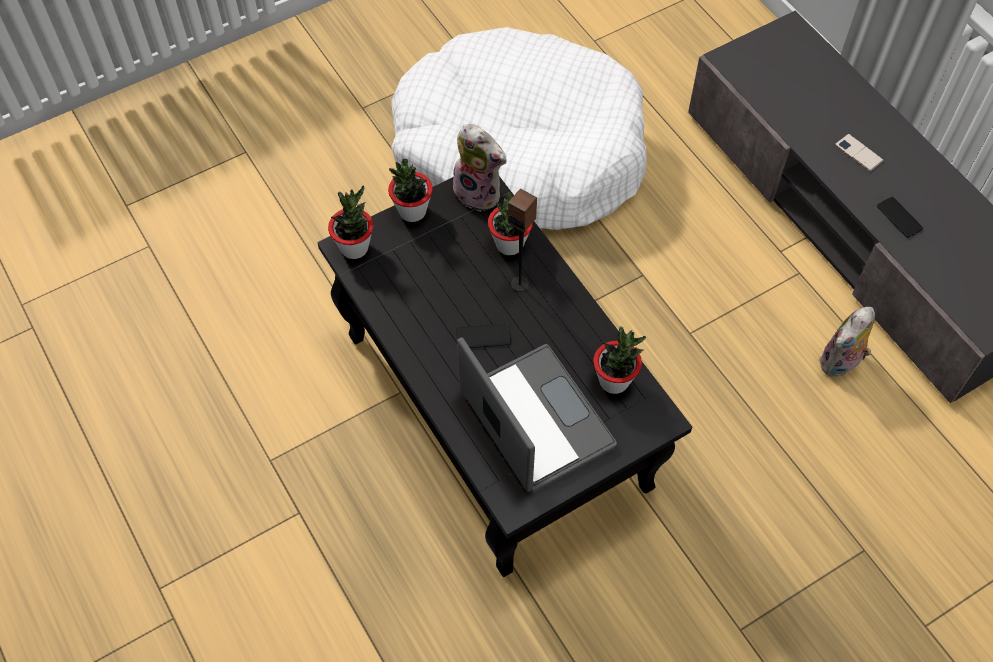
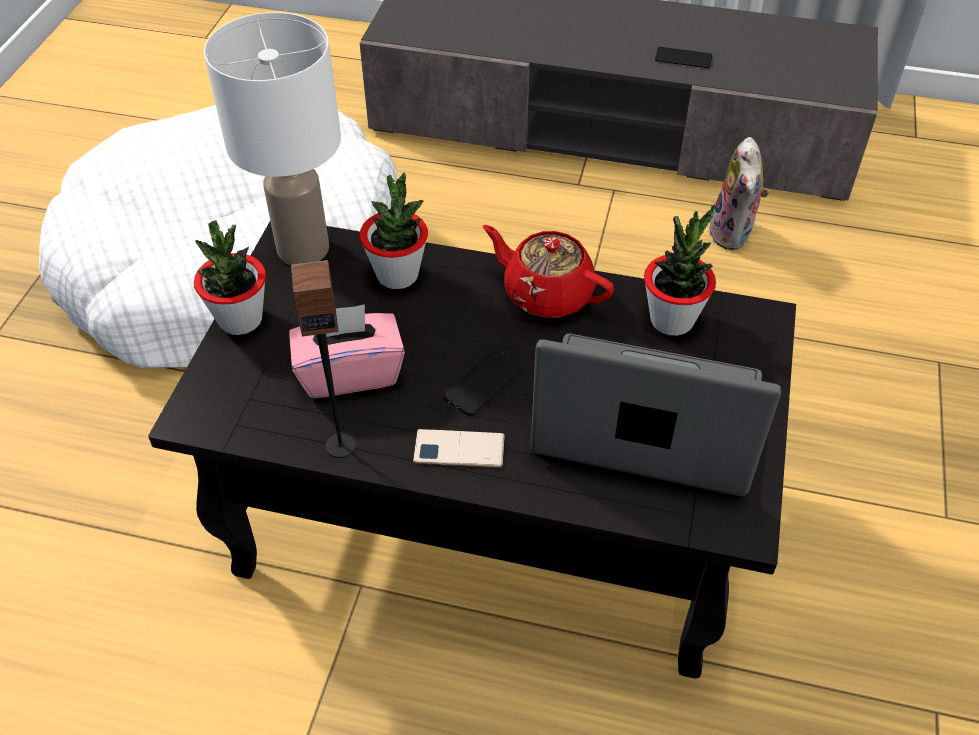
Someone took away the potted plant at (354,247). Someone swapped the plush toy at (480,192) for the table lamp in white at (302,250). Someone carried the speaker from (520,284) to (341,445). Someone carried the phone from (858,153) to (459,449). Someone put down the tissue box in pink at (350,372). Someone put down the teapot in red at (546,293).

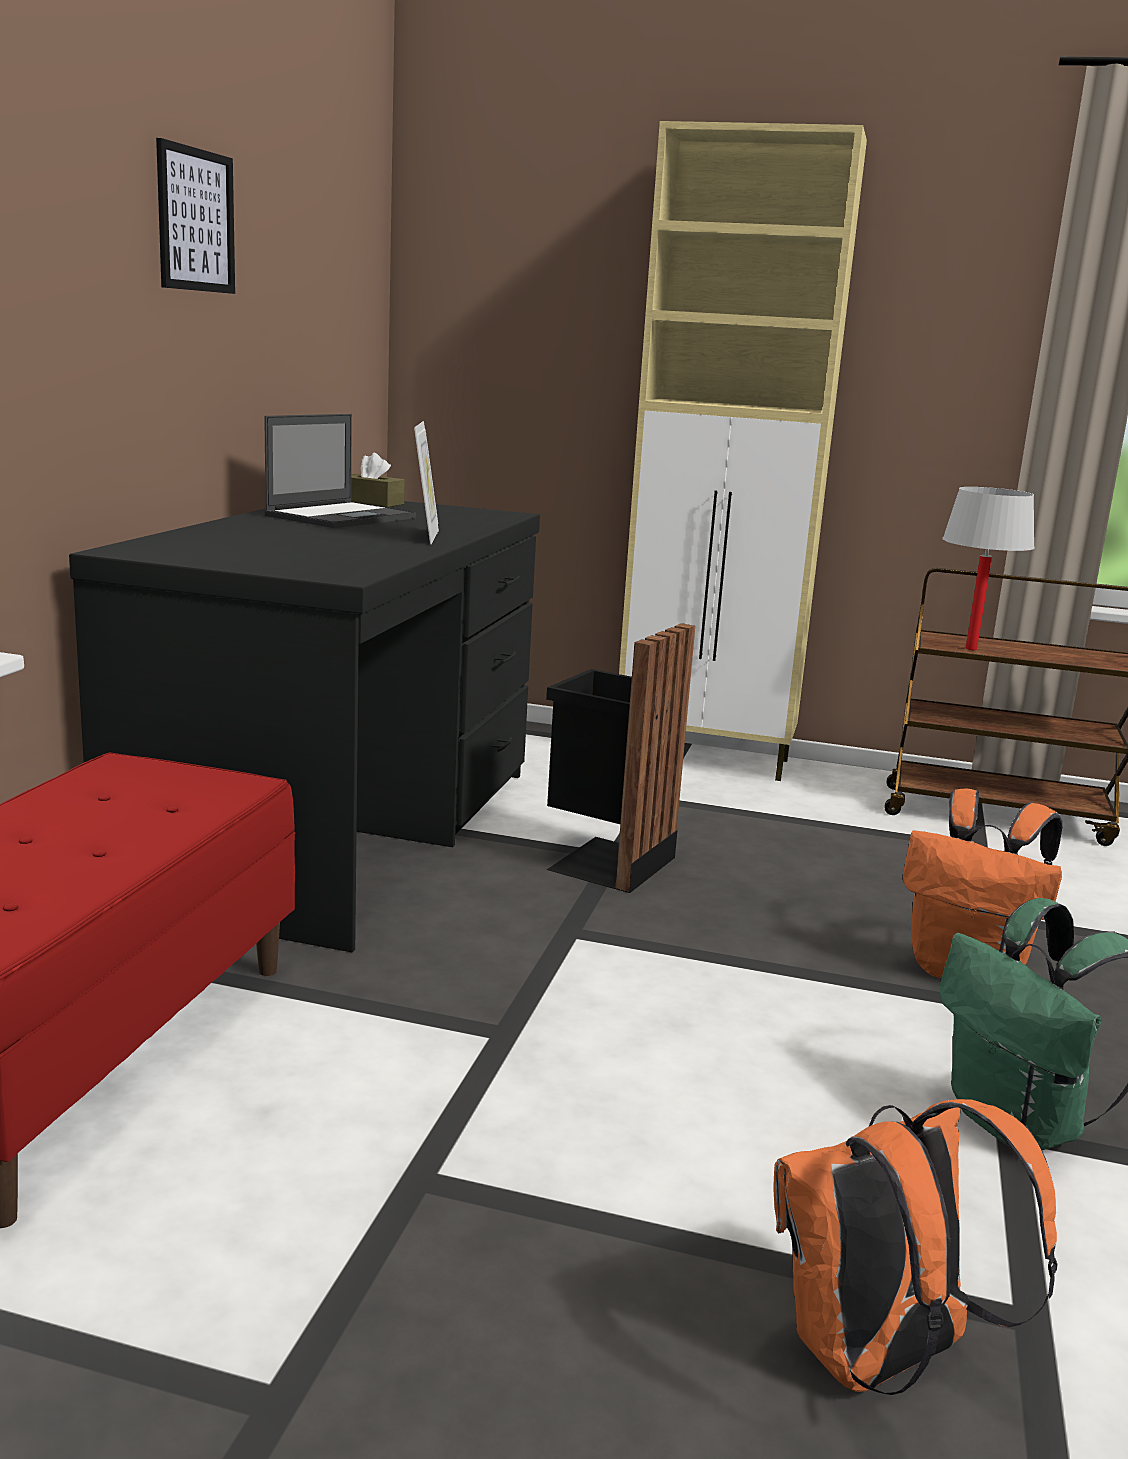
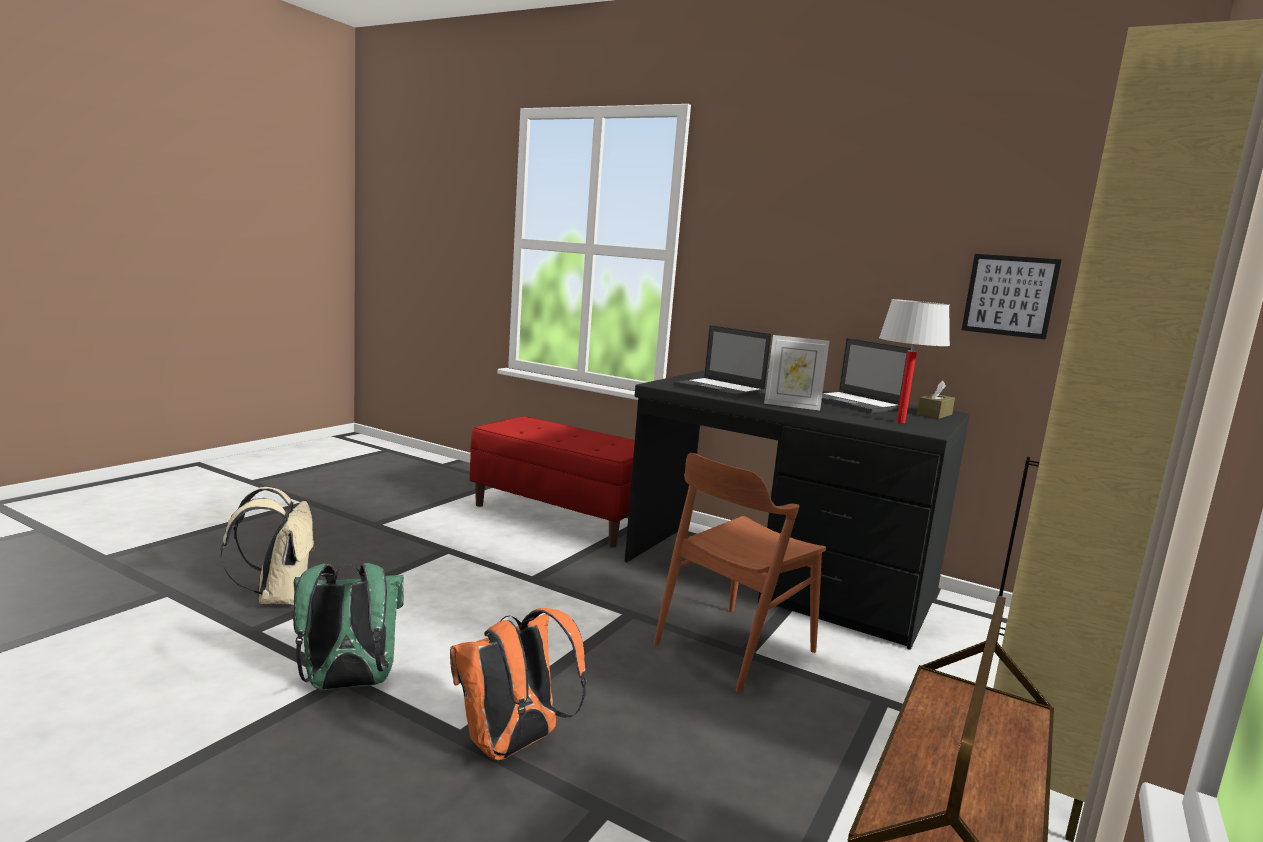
Someone carried the picture from (195,220) to (1010,296). Someone swapped the trash can in black at (605,862) for the chair in brown at (734,647). Someone repainted the backpack in orange at (878,1360), which became the backpack in beige at (278,597). Someone carried the table lamp in white from (970,649) to (900,422). Someone put down the laptop at (720,389).

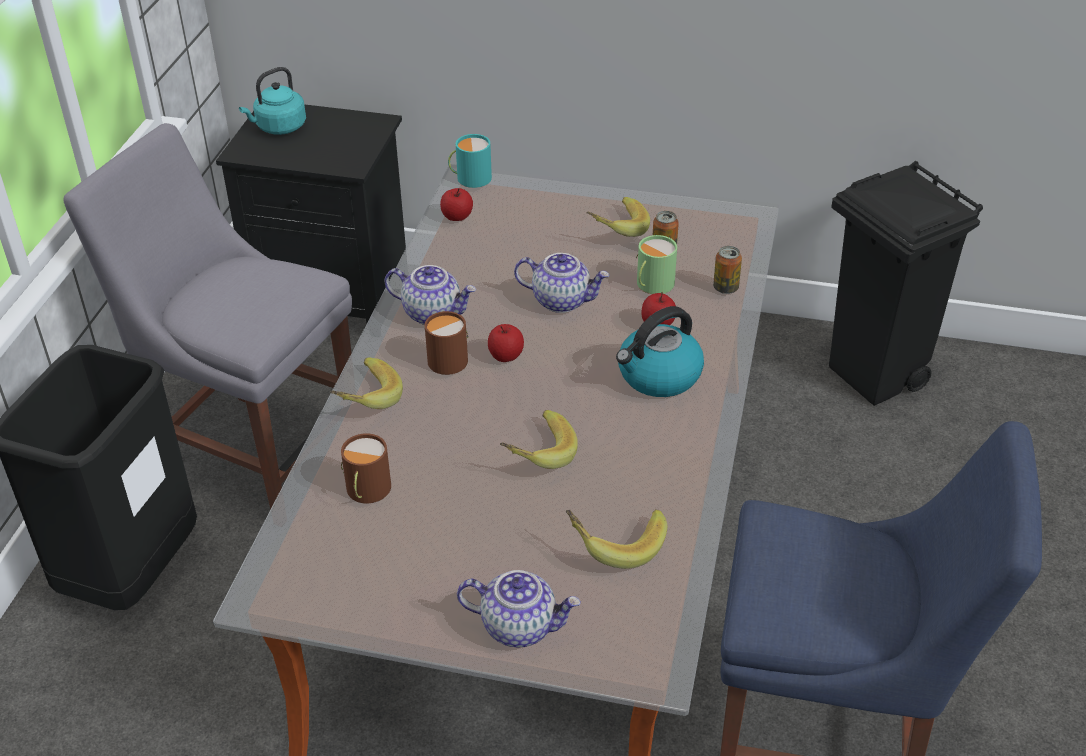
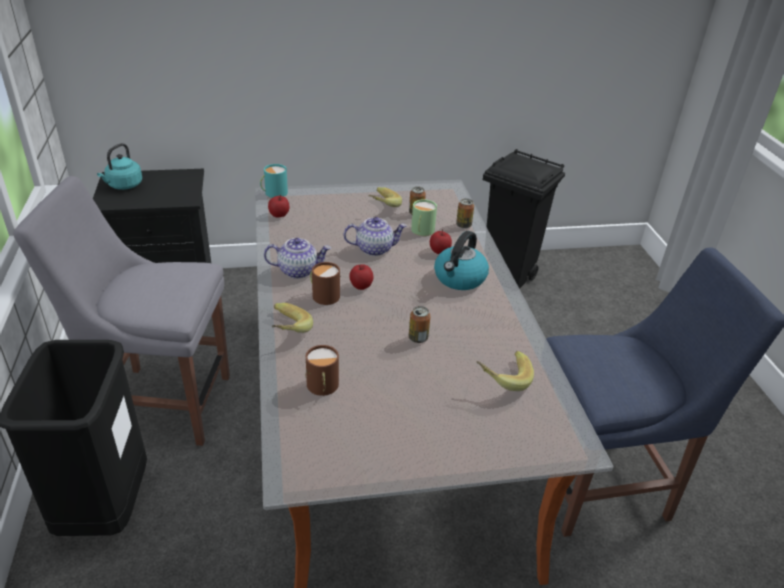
Someone took away the teapot at (520,626). Someone swapped the banana at (536,454) for the can at (418,338).

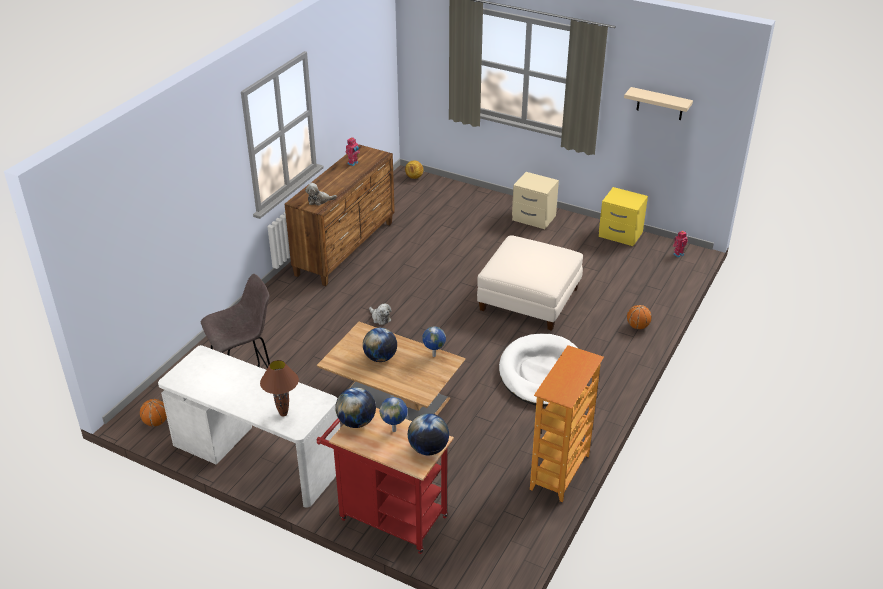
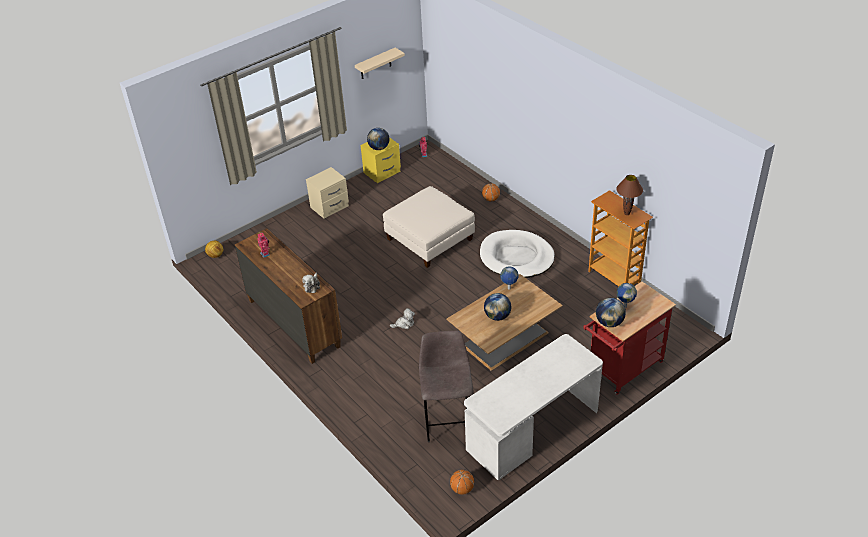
Someone carried the table lamp in brown from (283,413) to (626,213). Someone carried the globe from (428,449) to (379,148).

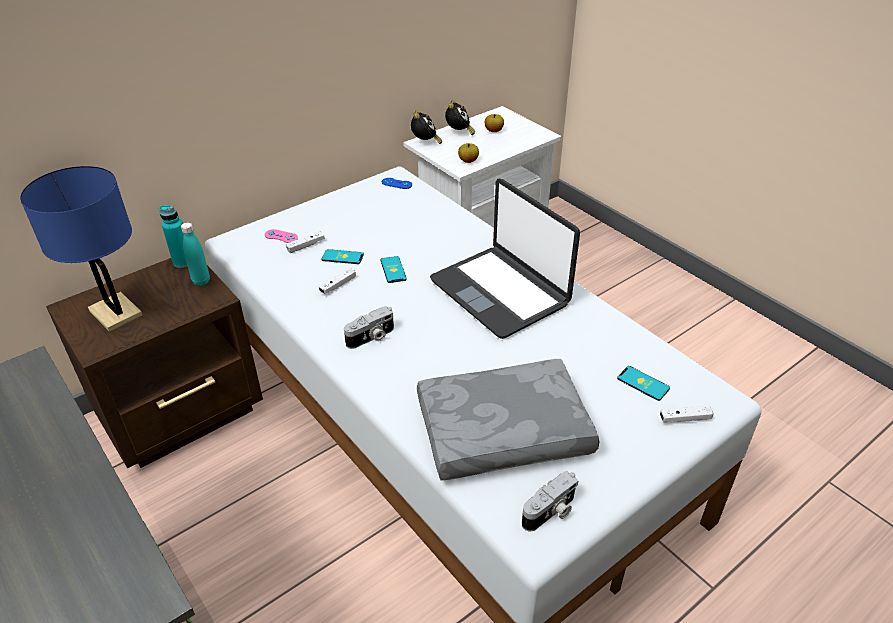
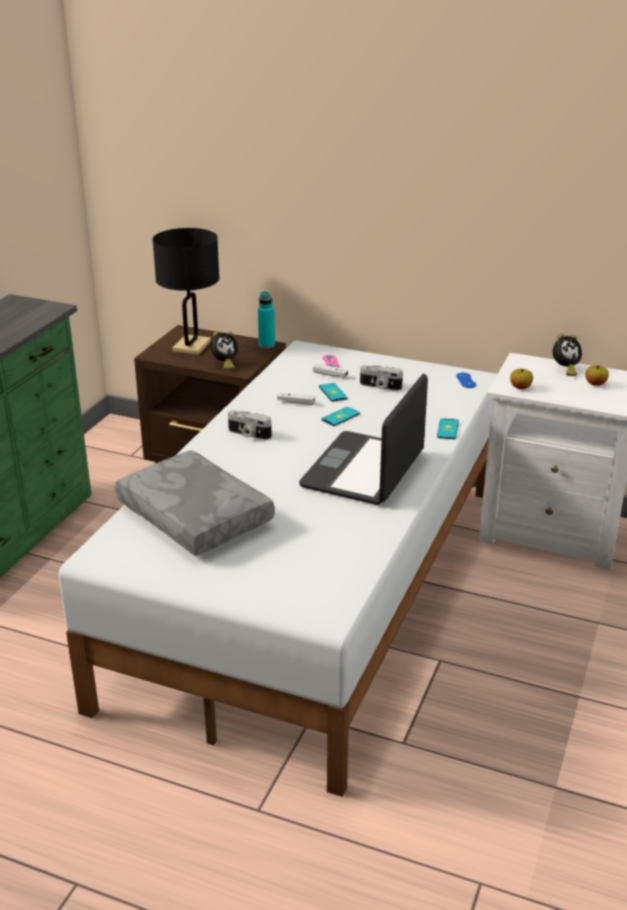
Someone repainted the table lamp in blue at (115,313), which became the table lamp in black at (191,346). Someone took away the bottle in turquoise at (201,281). Someone carried the alarm clock from (425,143) to (224,364). Someone carried the photo camera from (550,512) to (380,386). Someone carried the phone from (643,383) to (447,429). Someone took away the game controller in white at (685,418).

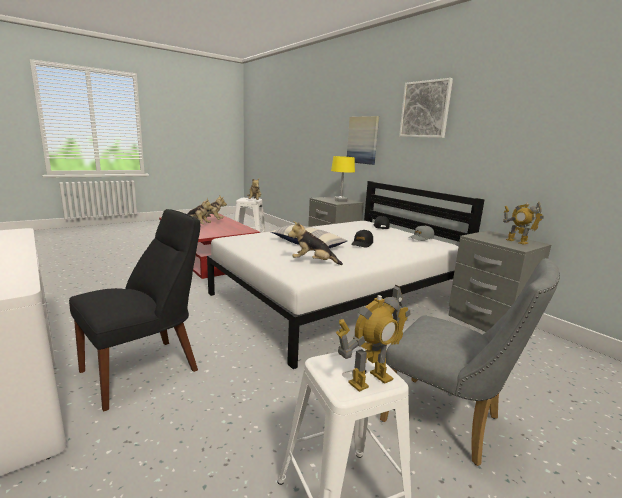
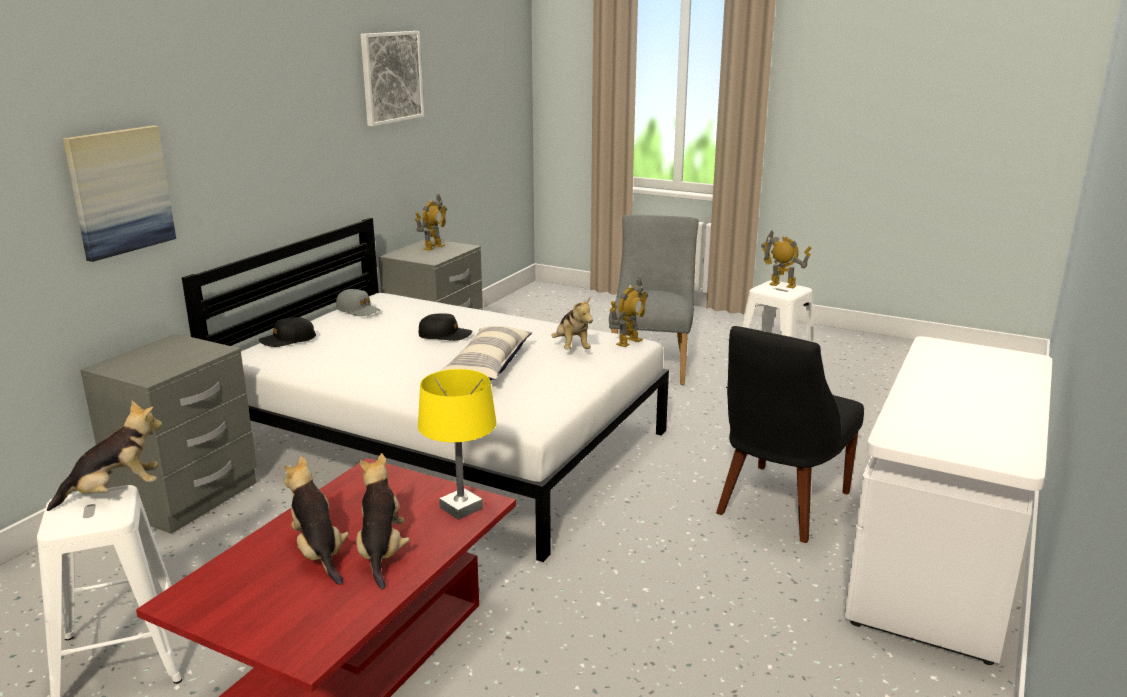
Someone rotated the chair in black at (145,369) by 75 degrees counterclockwise. Someone carried the table lamp in yellow from (340,200) to (461,508). Someone carried the picture from (425,109) to (391,77). Someone put down the toy robot at (628,342).

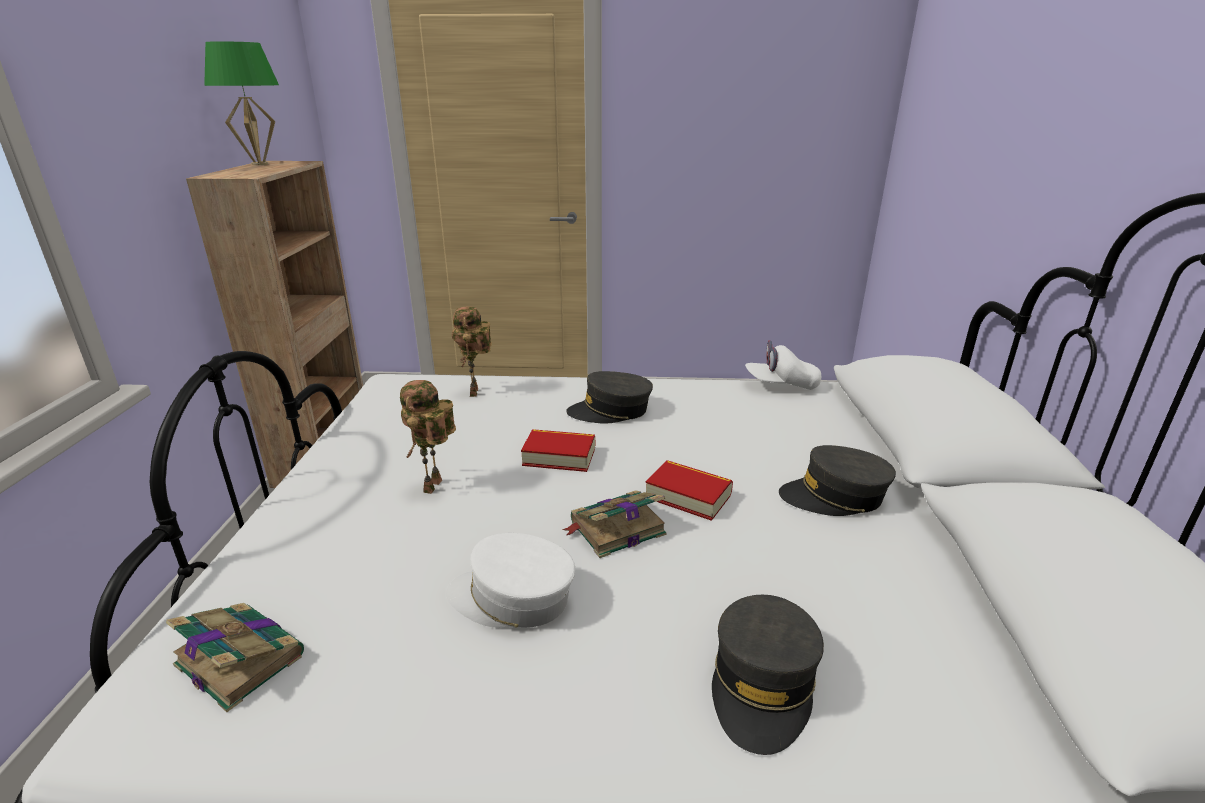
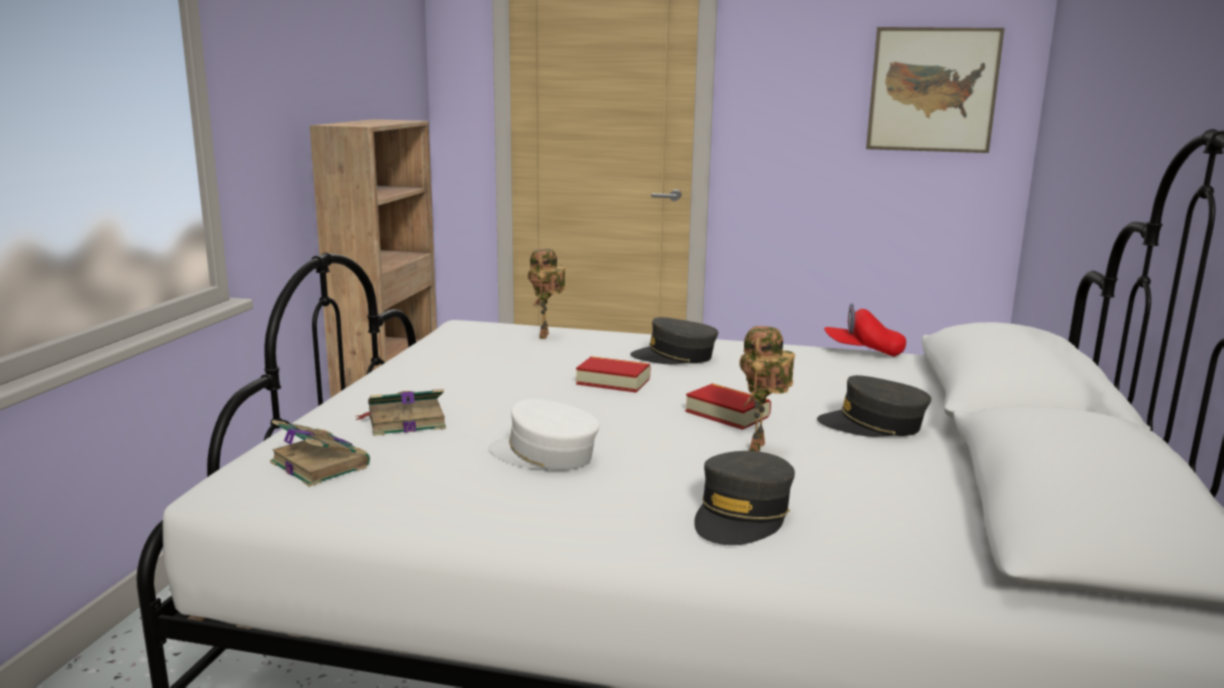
Someone took away the table lamp in green at (259,164). Someone carried the toy robot from (435,487) to (760,448). Someone carried the book from (615,529) to (404,422). Someone repainted the cap in white at (781,385), which became the cap in red at (863,351). Someone put up the picture at (932,90).

